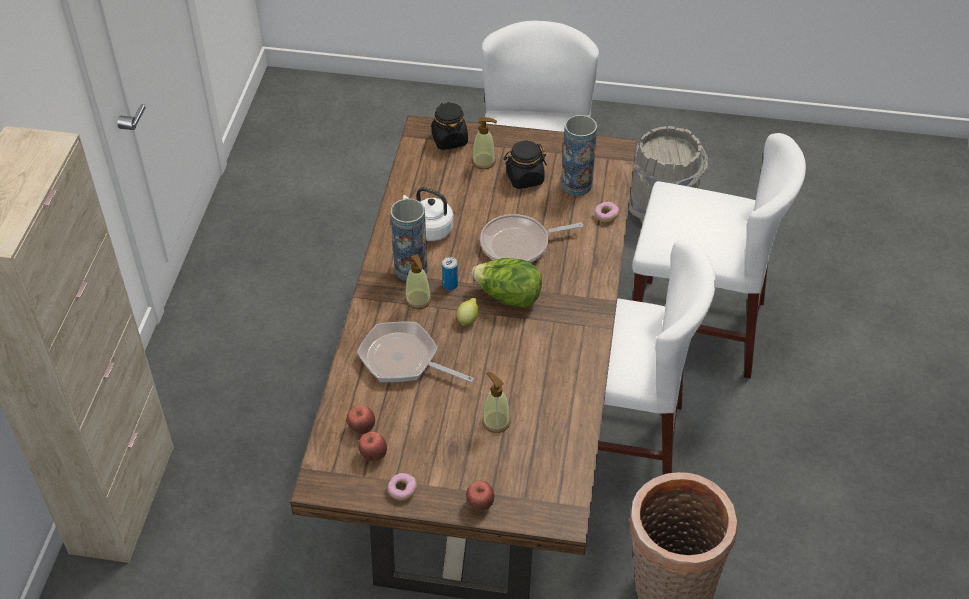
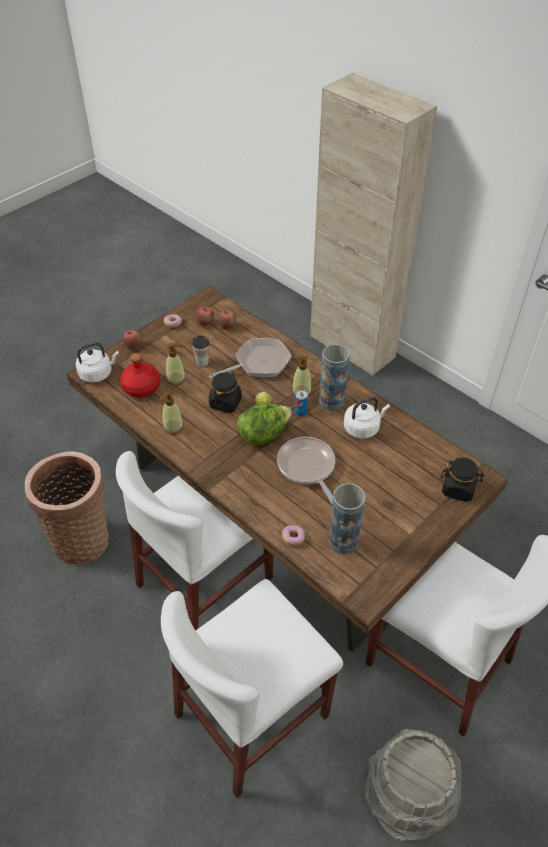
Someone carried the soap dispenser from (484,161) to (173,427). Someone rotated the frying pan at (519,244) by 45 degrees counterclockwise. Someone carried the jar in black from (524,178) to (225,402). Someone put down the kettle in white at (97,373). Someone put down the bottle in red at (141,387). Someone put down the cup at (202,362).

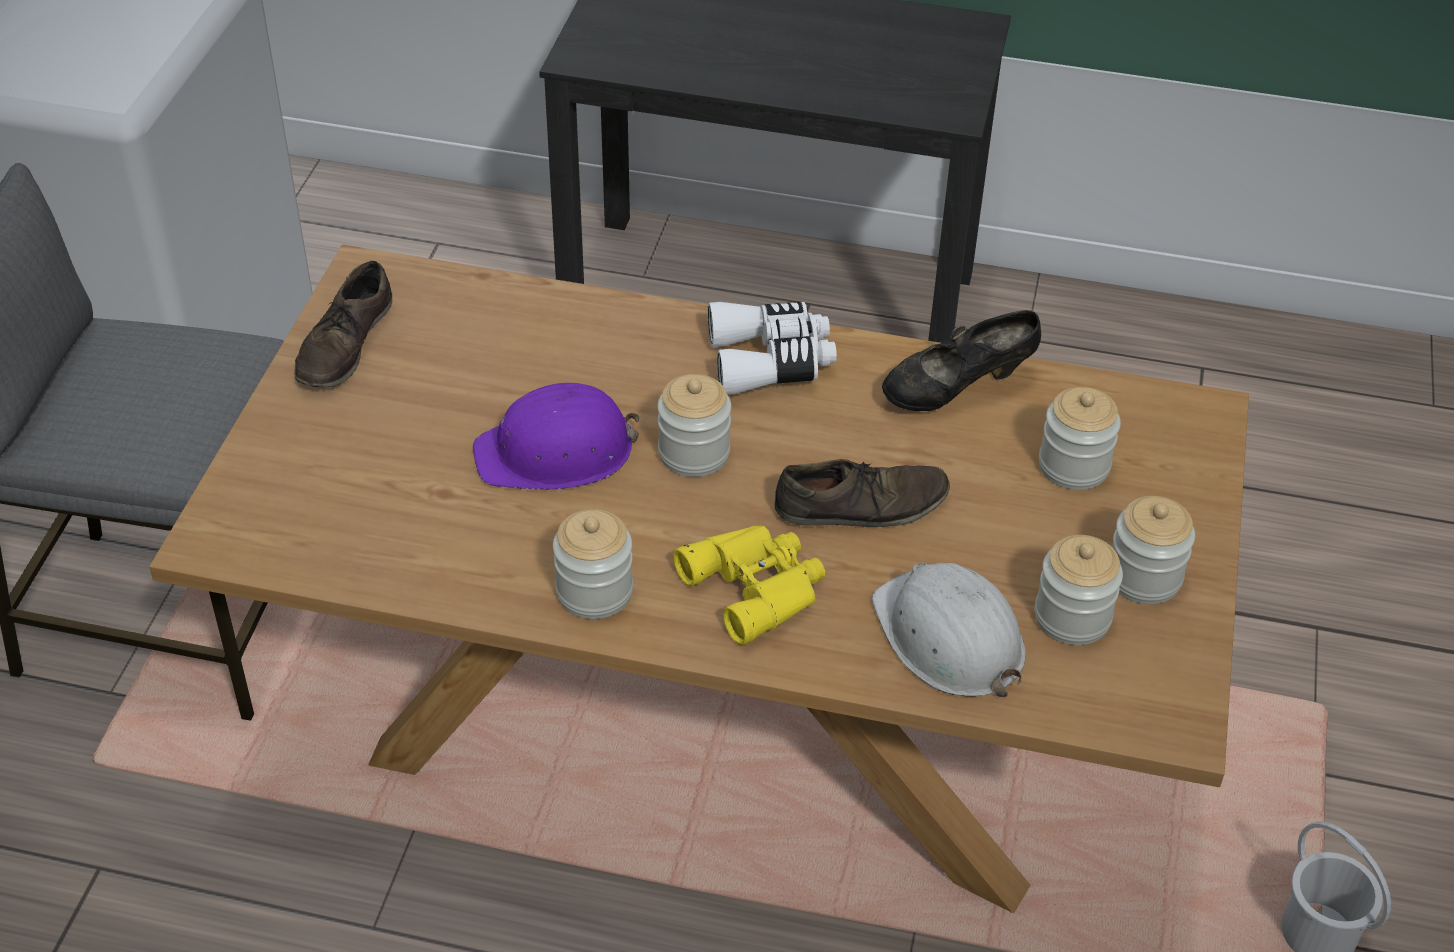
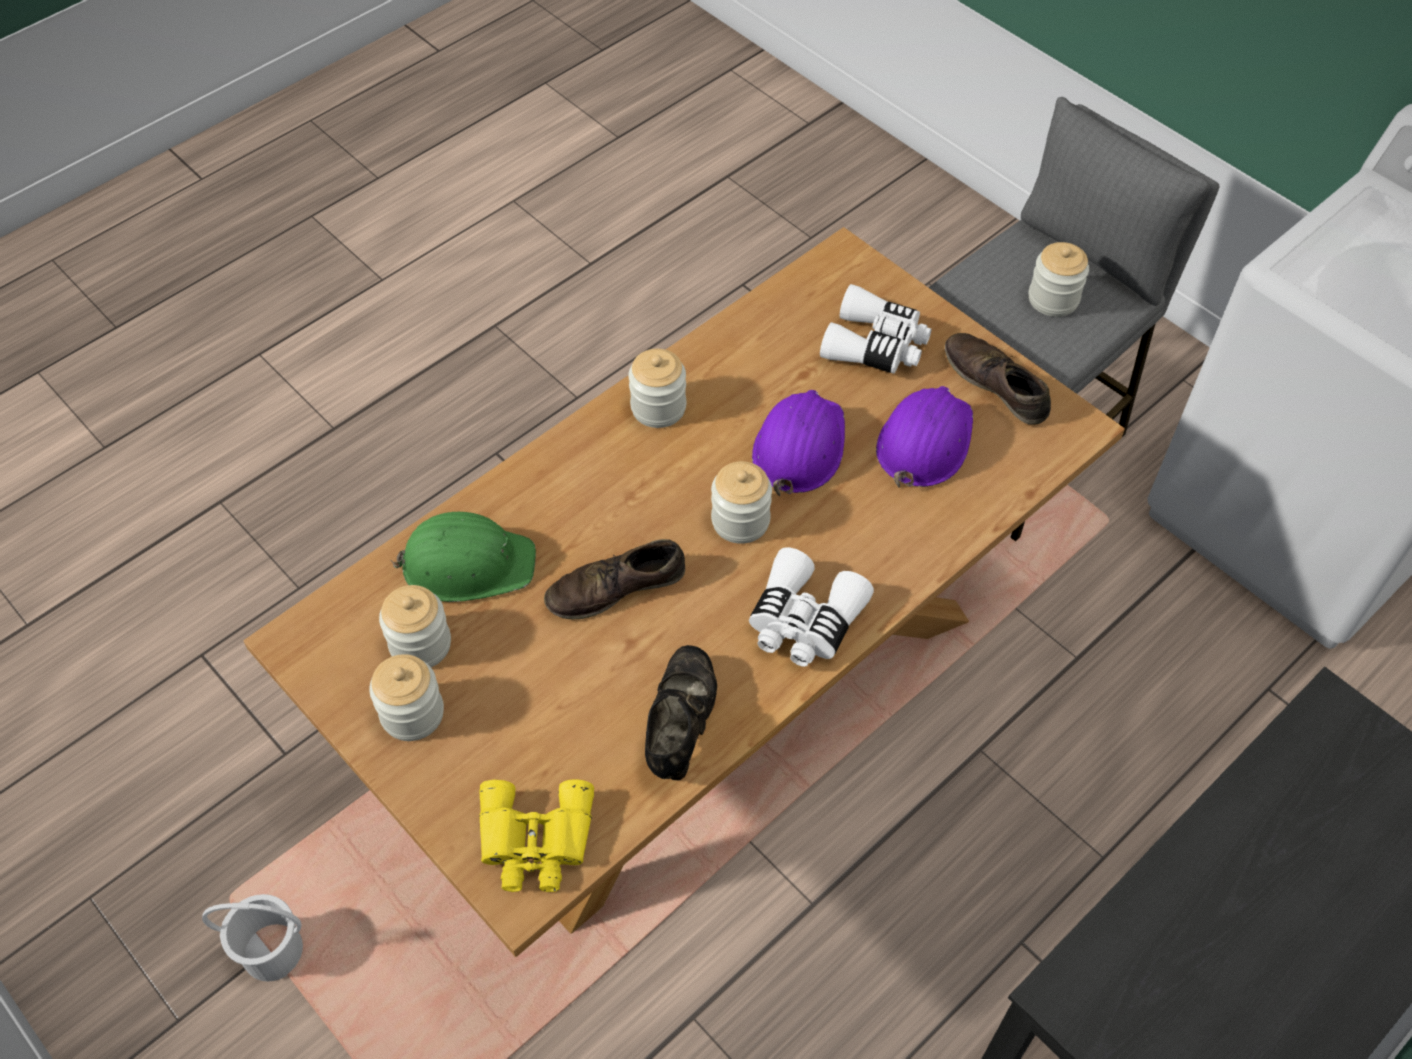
Someone carried the binoculars in yellow from (757,586) to (535,842). Someone rotated the shoe in brown at (861,505) by 45 degrees clockwise. Someone repainted the hard hat in white at (948,637), which became the hard hat in green at (467,564). Someone carried the jar from (1073,466) to (1053,299). Someone put down the binoculars in white at (876,345). Someone put down the hard hat in purple at (924,442).

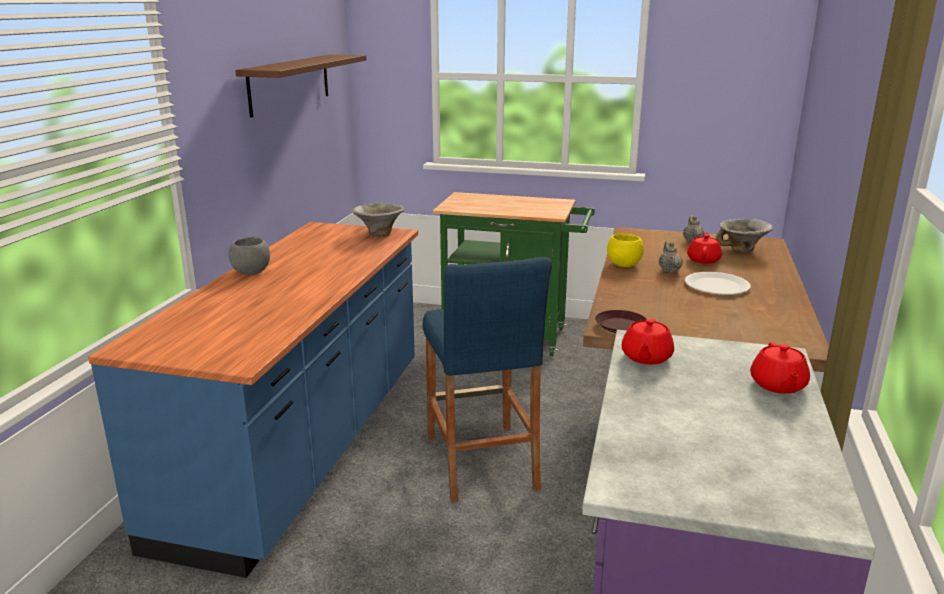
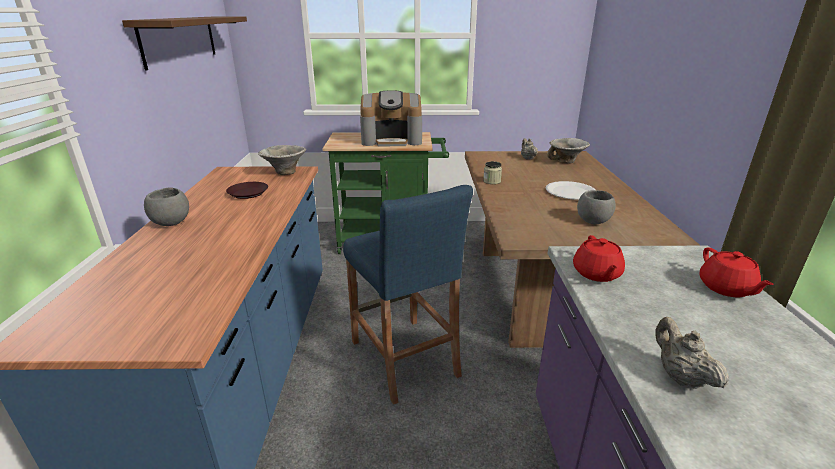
Someone carried the plate in brown from (620,326) to (248,193). Someone swapped the bowl in yellow at (624,265) for the jar at (492,181). Someone carried the teapot in beige from (669,270) to (680,376). Someone took away the teapot in red at (703,260). Someone put down the coffee machine at (392,140). Someone put down the bowl in grey at (592,221).

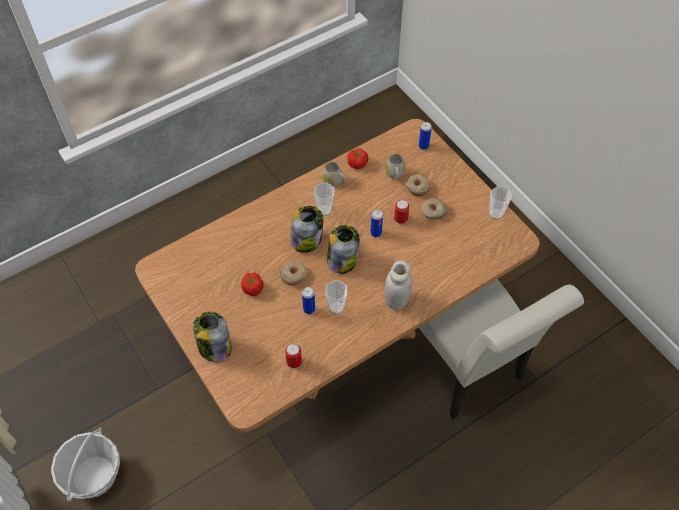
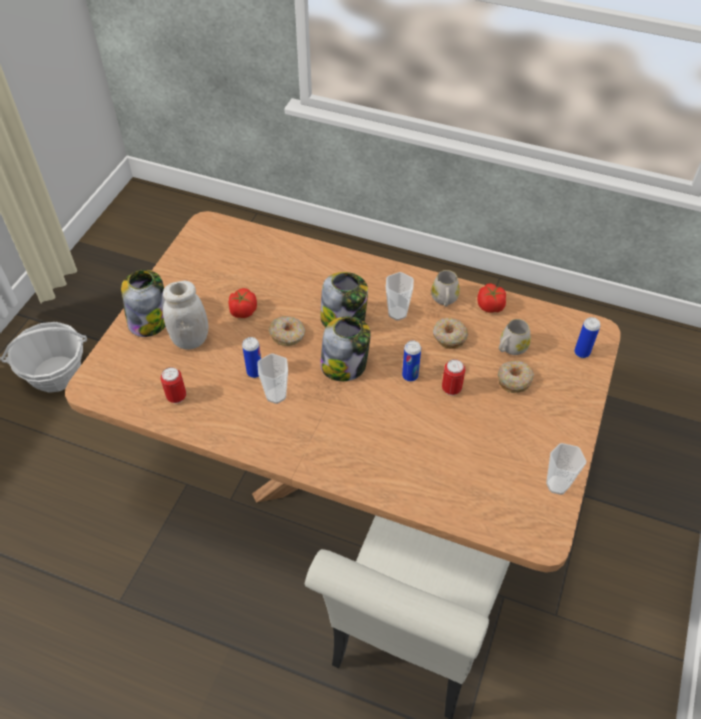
Someone carried the jar in white from (396,300) to (190,340). Someone carried the donut from (433,212) to (449,337).

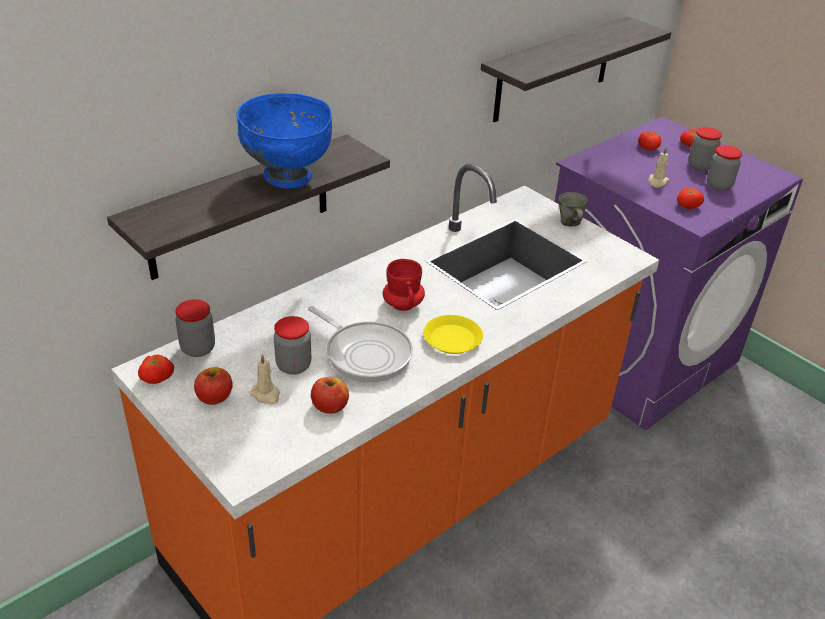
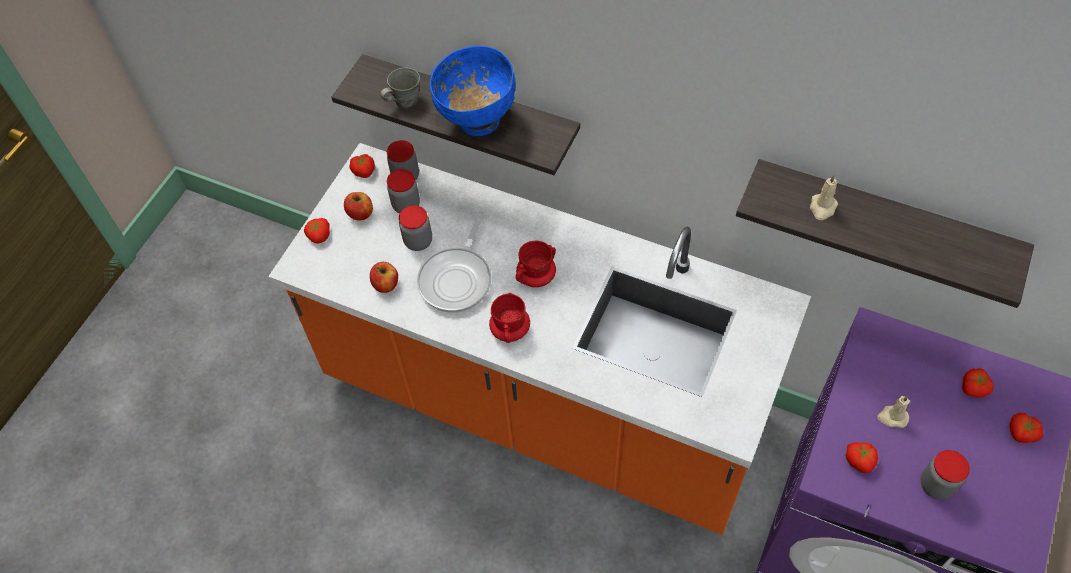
Someone carried the candle in beige from (266,395) to (822,208). Someone swapped the plate in yellow at (452,339) for the mug in red at (510,330). Someone carried the mug in grey from (570,223) to (405,101). Someone carried the jar from (700,166) to (406,205). Someone put down the tomato at (318,235).

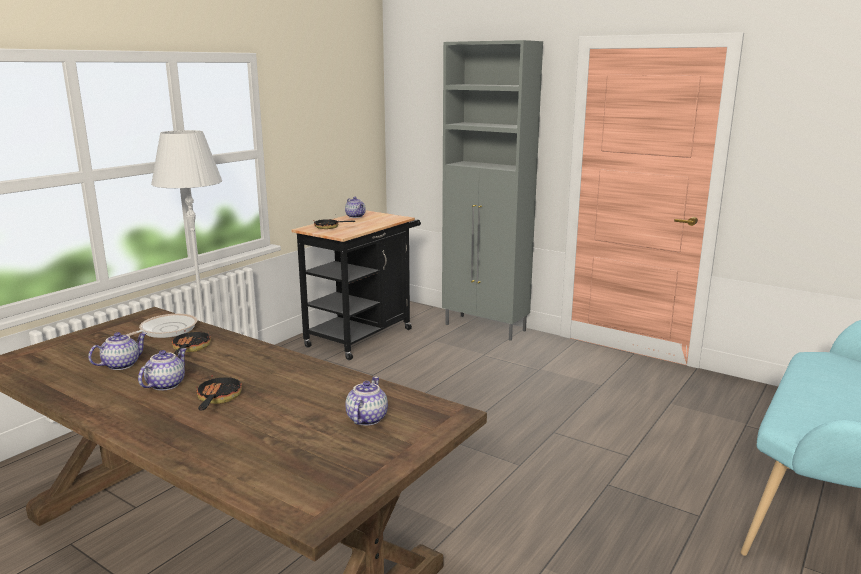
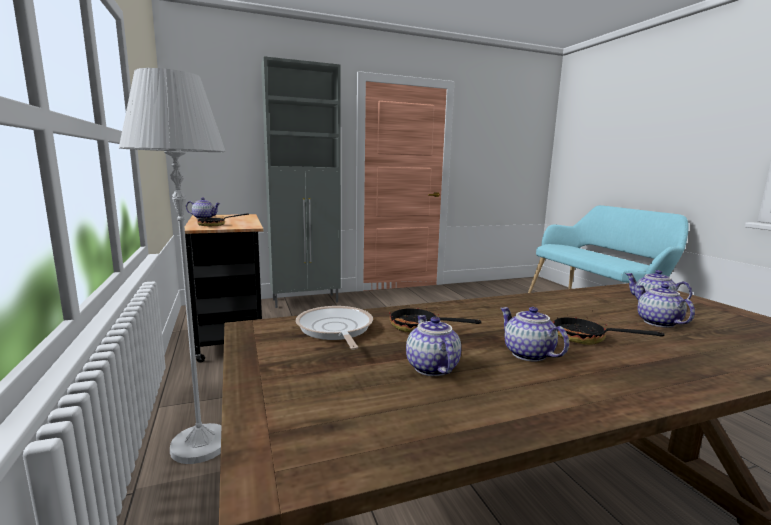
Someone put down the teapot at (657,322).

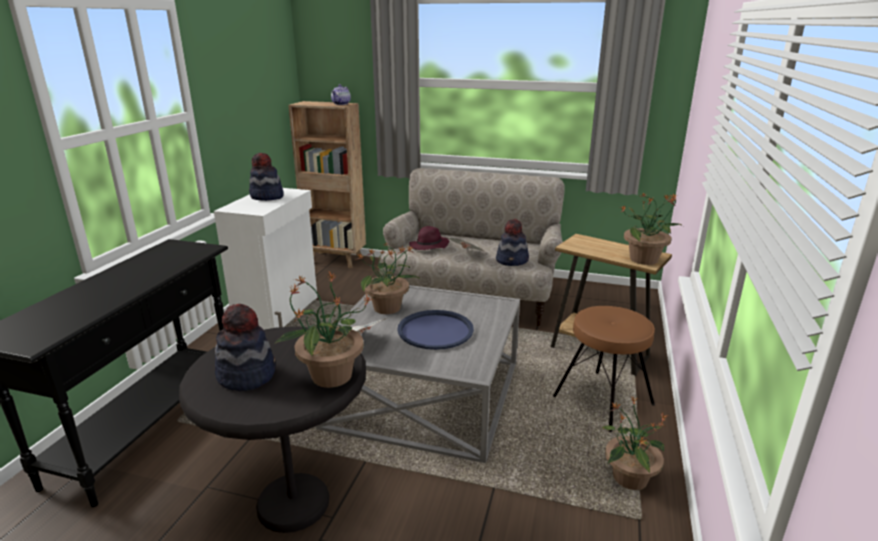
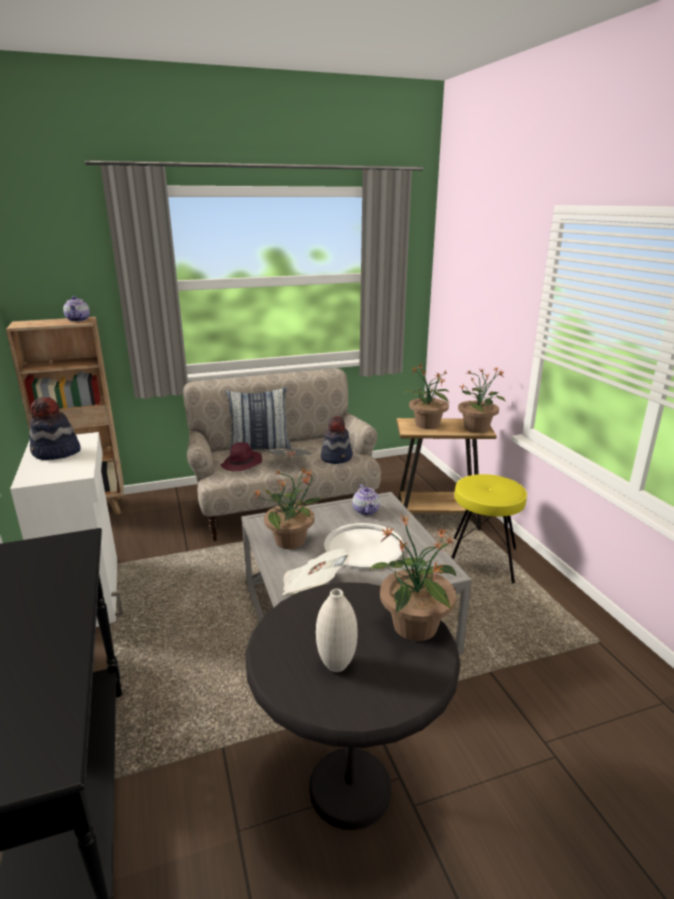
Someone swapped the hat at (247,375) for the vase in white at (336,665). Someone repainted the tray in blue at (435,330), which became the tray in white at (364,547). Someone repainted the stool in brown at (603,401), which became the stool in yellow at (482,560). Someone carried the potted plant from (629,479) to (427,425). Someone put down the pillow at (260,447). Someone put down the teapot at (366,511).

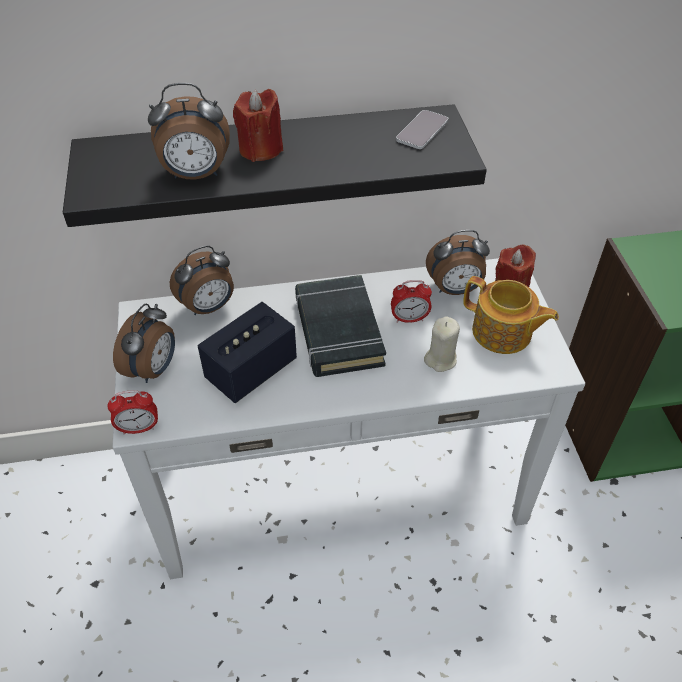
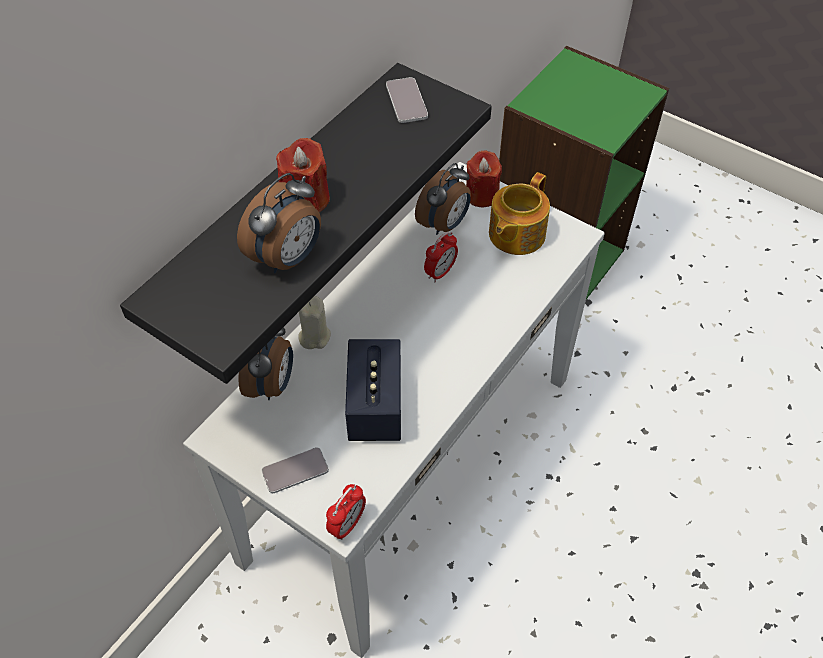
Someone swapped the alarm clock at (153,369) for the phone at (295,471). Someone took away the book in black at (338,331). Someone carried the candle in beige from (440,359) to (314,336). Someone rotated the teapot at (502,333) by 135 degrees clockwise.

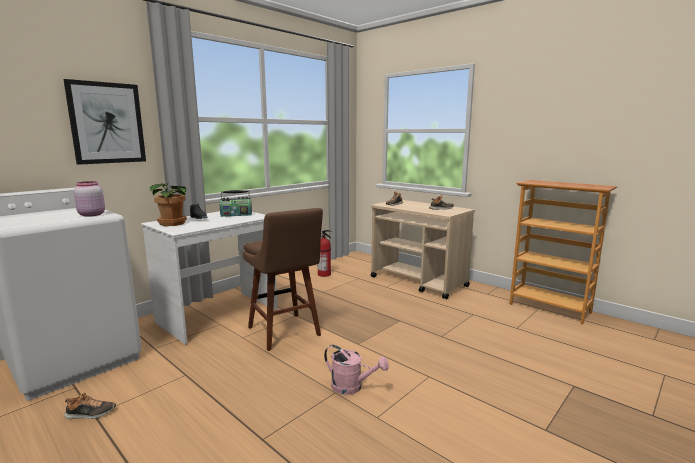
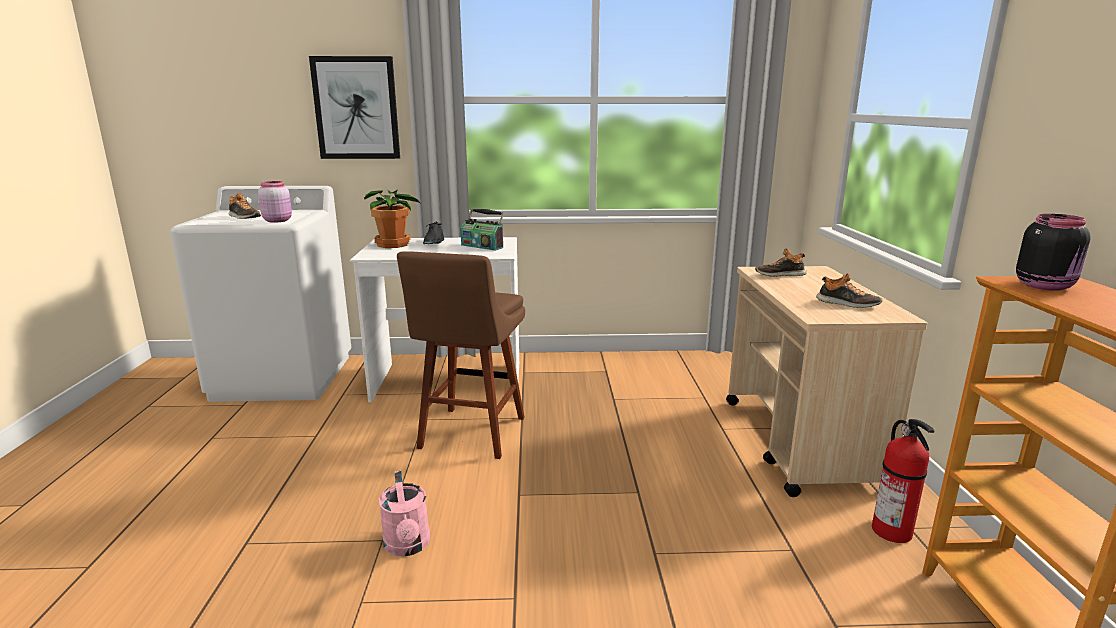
Someone carried the shoe from (90,414) to (244,217). Someone carried the fire extinguisher from (324,274) to (893,532). Someone put down the jar in black at (1045,286).

